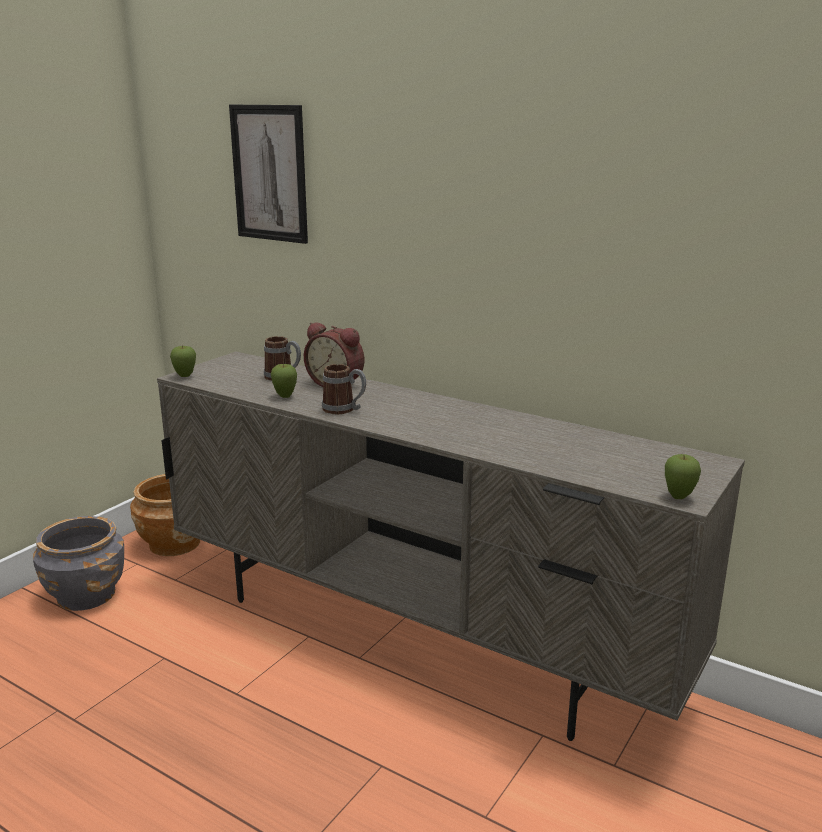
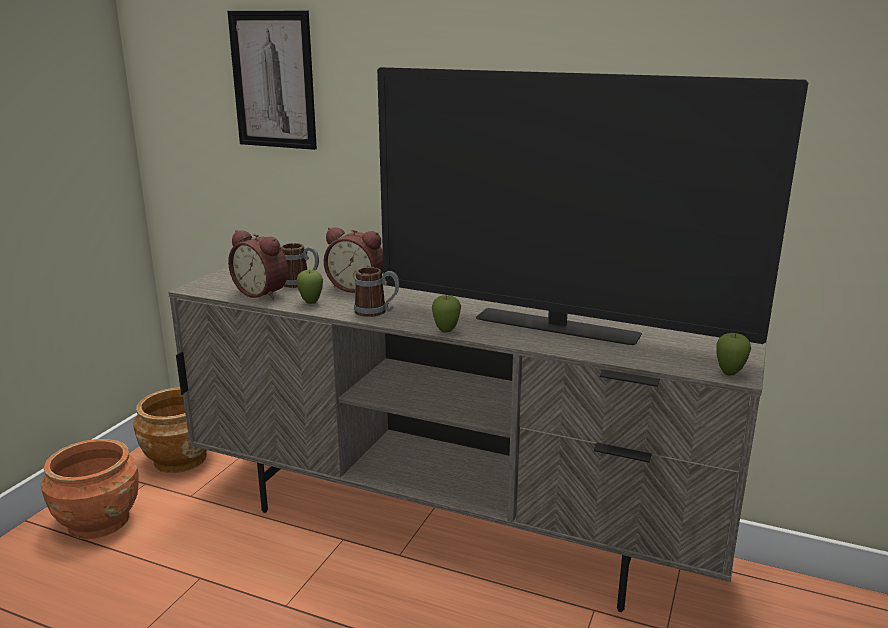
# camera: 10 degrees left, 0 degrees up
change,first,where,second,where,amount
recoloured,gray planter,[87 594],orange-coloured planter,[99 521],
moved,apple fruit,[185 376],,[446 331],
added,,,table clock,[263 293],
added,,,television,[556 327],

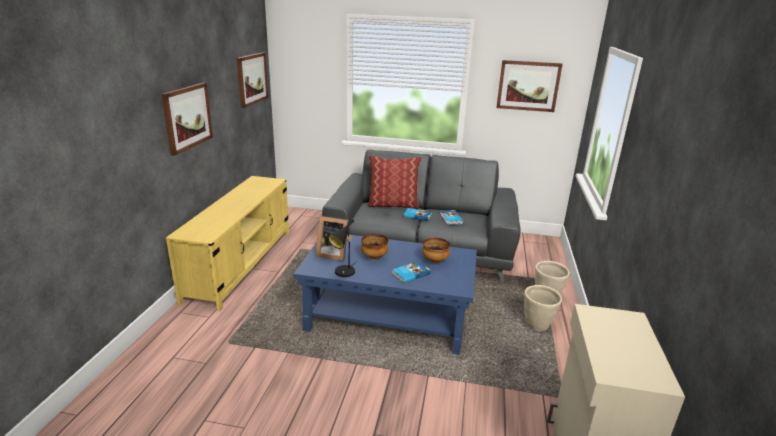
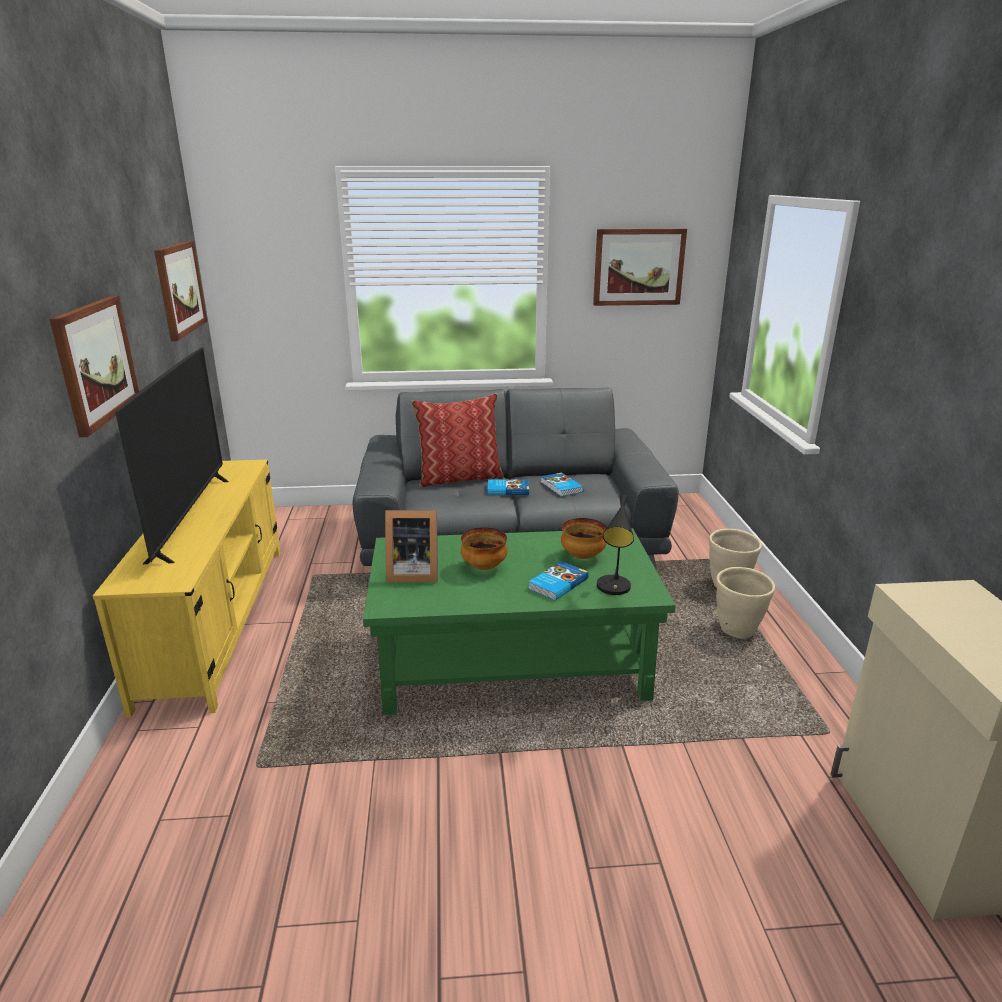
# camera: 15 degrees left, 0 degrees up
change,first,where,second,where,amount
recoloured,blue low table,[388 316],green-coloured low table,[513 660],
moved,black-coloured table lamp,[343 273],,[614 589],
added,,,television,[190 518],

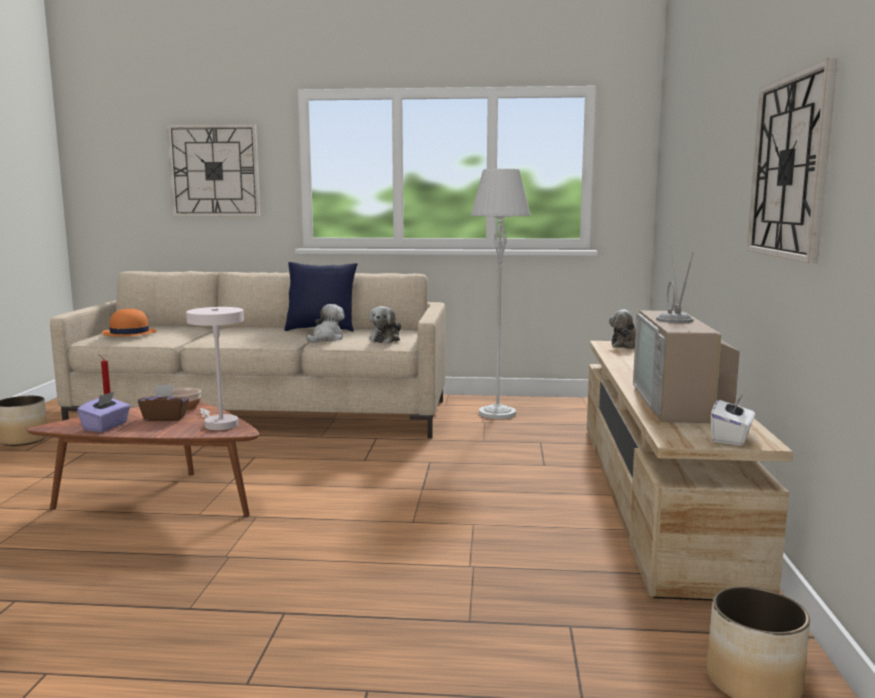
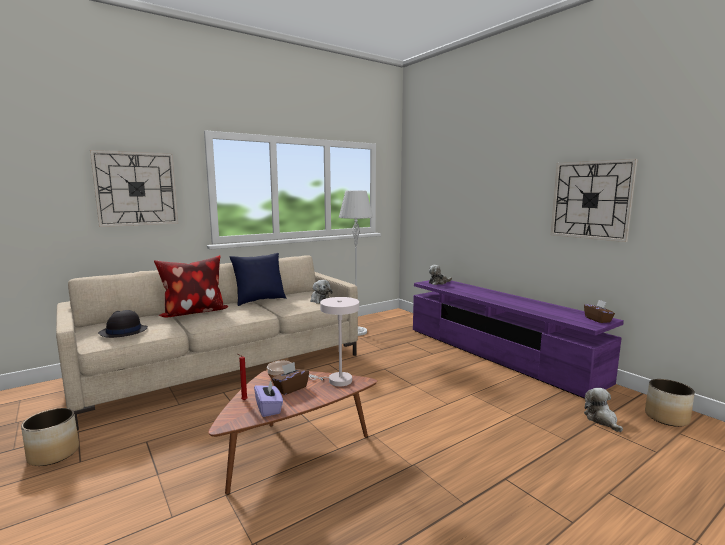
# camera: 40 degrees left, 0 degrees up
change,first,where,second,where,amount
recoloured,orange-coloured hat,[129 333],black-coloured hat,[123 331],
moved,cuddly toy,[326 339],,[601 420],
recoloured,sand-coloured tv unit,[655 494],purple tv unit,[497 354],
removed,television,[680 403],,,
recoloured,white-coloured tissue box,[731 438],brown-coloured tissue box,[598 320],
added,,,cushion,[193 313],

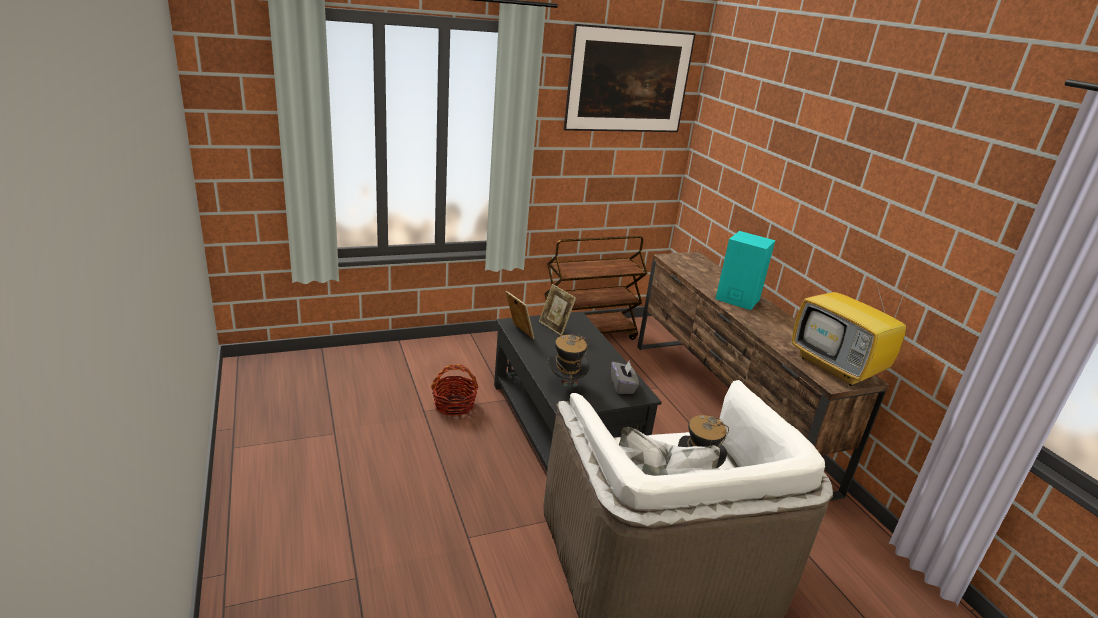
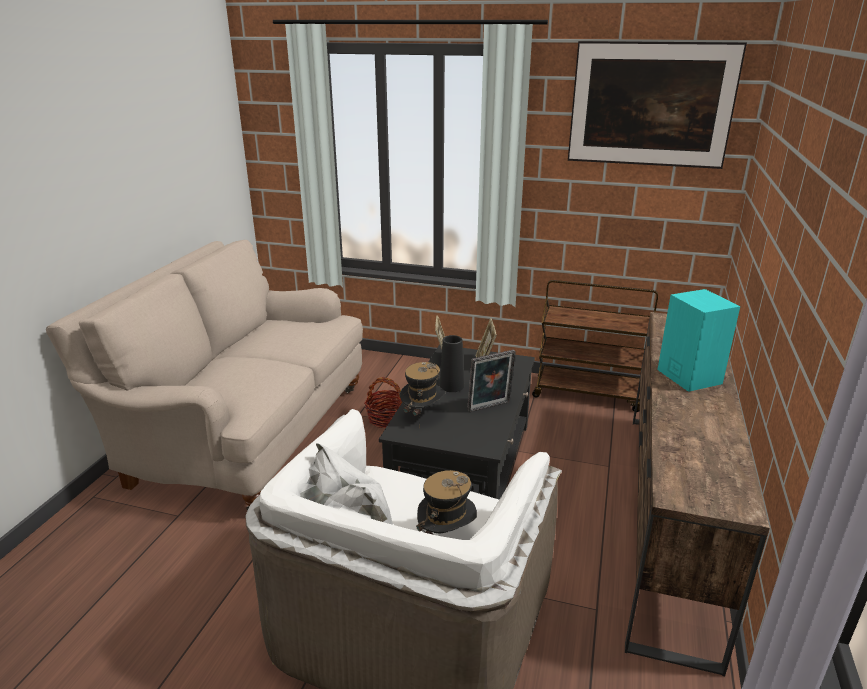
# camera: 40 degrees right, 0 degrees up
change,first,where,second,where,amount
removed,gray tissue box,[622 386],,,
removed,television,[838 368],,,
added,,,sand-coloured sofa,[245 433],
added,,,black-coloured decorative vase,[451 386],
added,,,picture frame,[490 407],

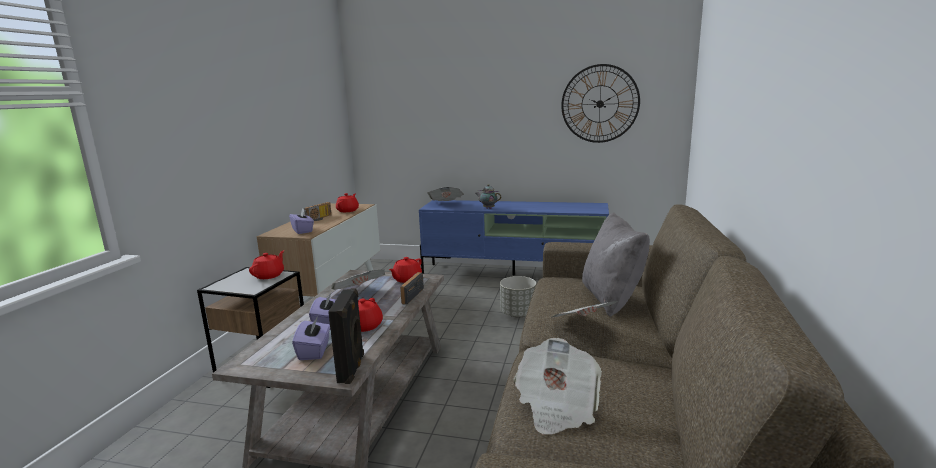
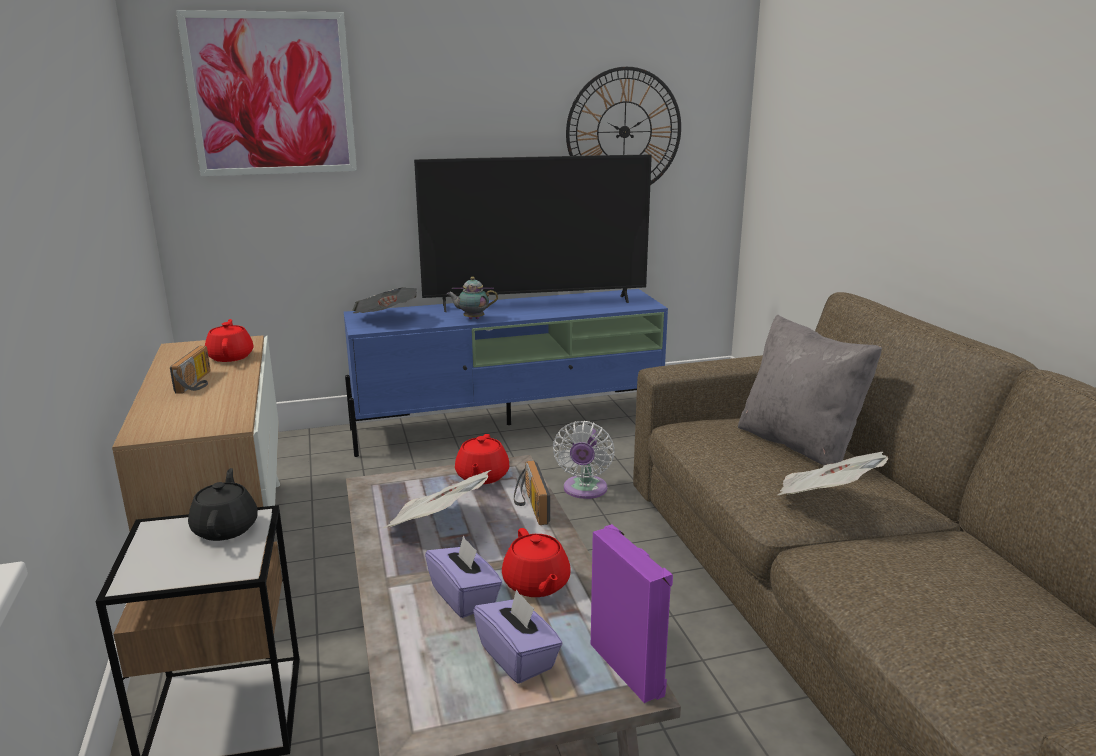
# camera: 30 degrees left, 5 degrees up
change,first,where,second,where,amount
recoloured,red-coloured tea pot,[269 275],black-coloured tea pot,[226 528],
removed,purple tissue box,[303 230],,,
recoloured,black-coloured speaker,[352 368],purple speaker,[629 668],
replaced,gray planter,[518 314],white-coloured fan,[584 490],
removed,newspaper,[556 406],,,
added,,,wall picture,[271 94],
added,,,television,[536 303],

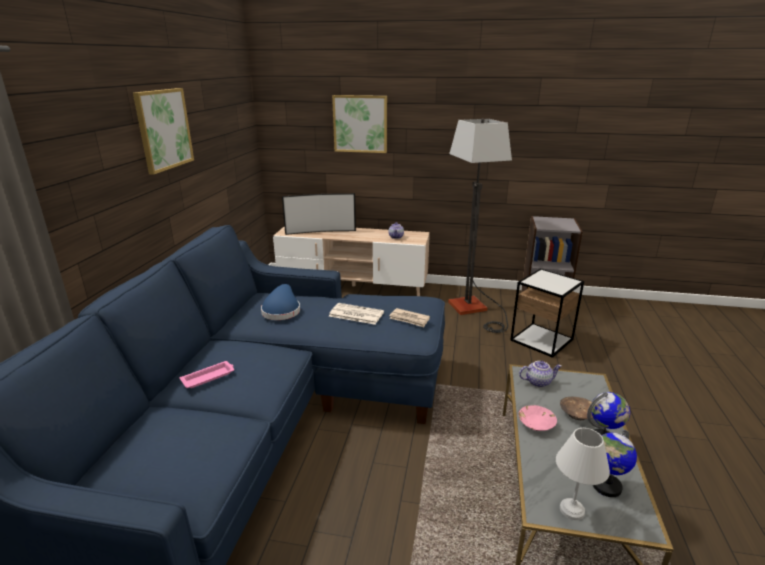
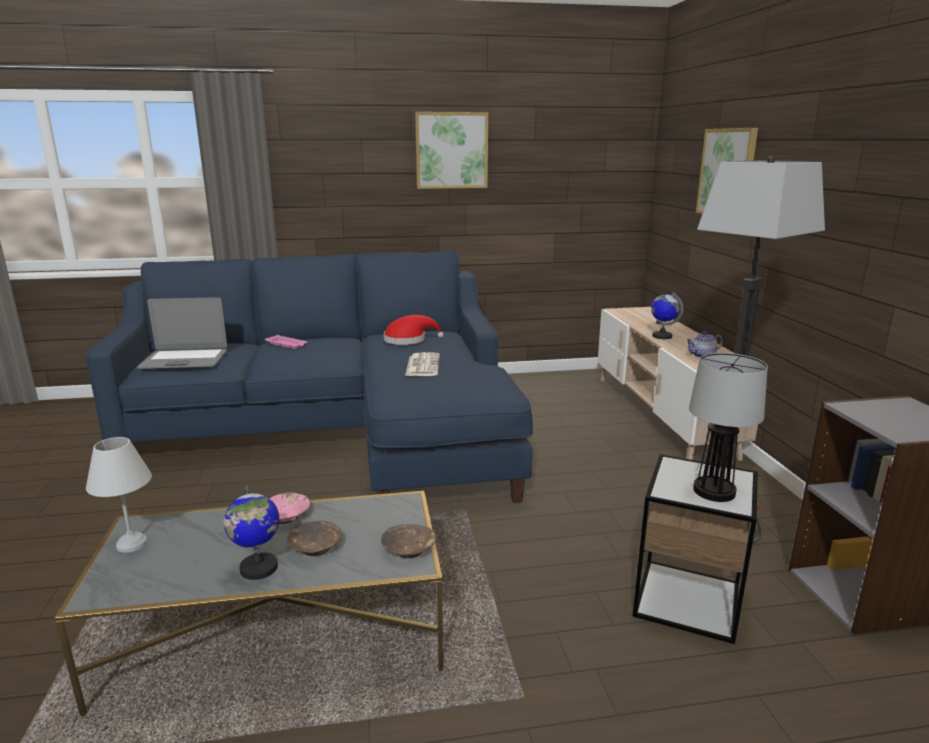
# camera: 70 degrees right, 5 degrees down
change,first,where,second,where,amount
recoloured,blue hat,[281 310],red-coloured hat,[408 340],
removed,television,[320 231],,,
removed,newspaper,[409 319],,,
removed,tea pot,[538 382],,,
moved,desk globe,[606 486],,[662 336],
added,,,portable computer,[184 360],
added,,,brown-coloured deep dish,[409 550],
added,,,table lamp,[713 492],

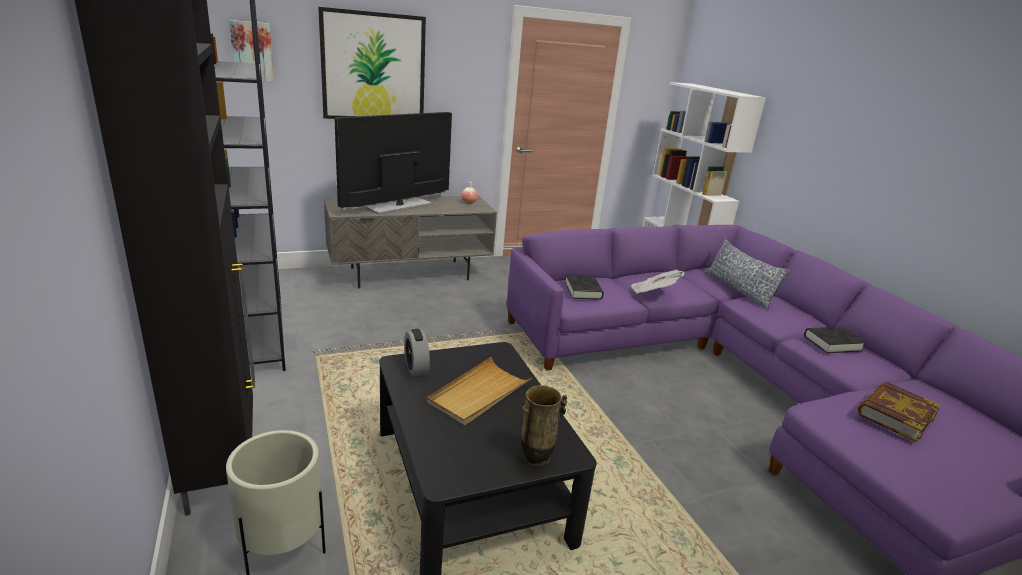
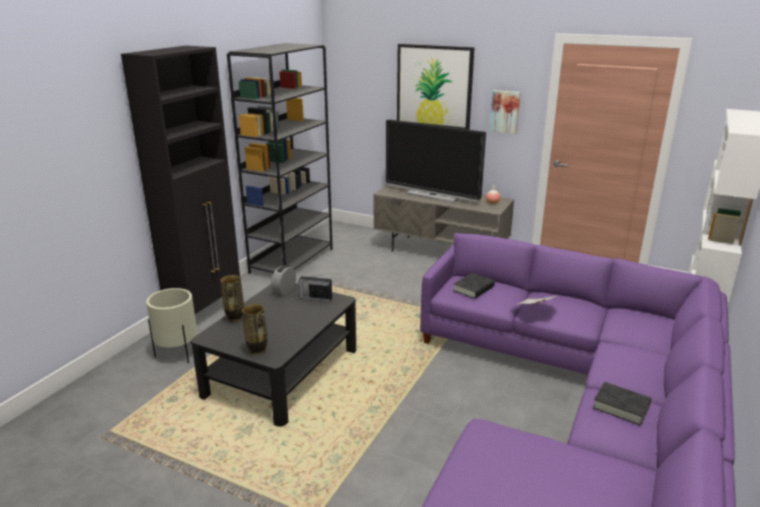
# camera: 50 degrees right, 0 degrees up
change,first,where,second,where,amount
moved,wall picture,[252 51],,[505 111],
turned,television,[399 206],,[432 195],150 degrees counterclockwise
removed,sand-coloured serving tray,[479 394],,,
removed,cushion,[738 290],,,
removed,book,[895 415],,,
added,,,decorative vase,[235 318],
added,,,radio receiver,[315 298],

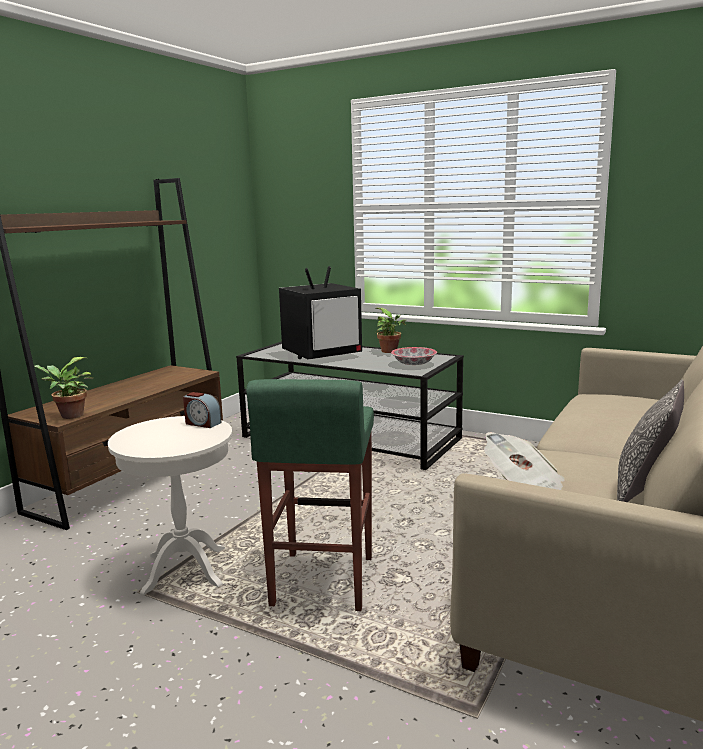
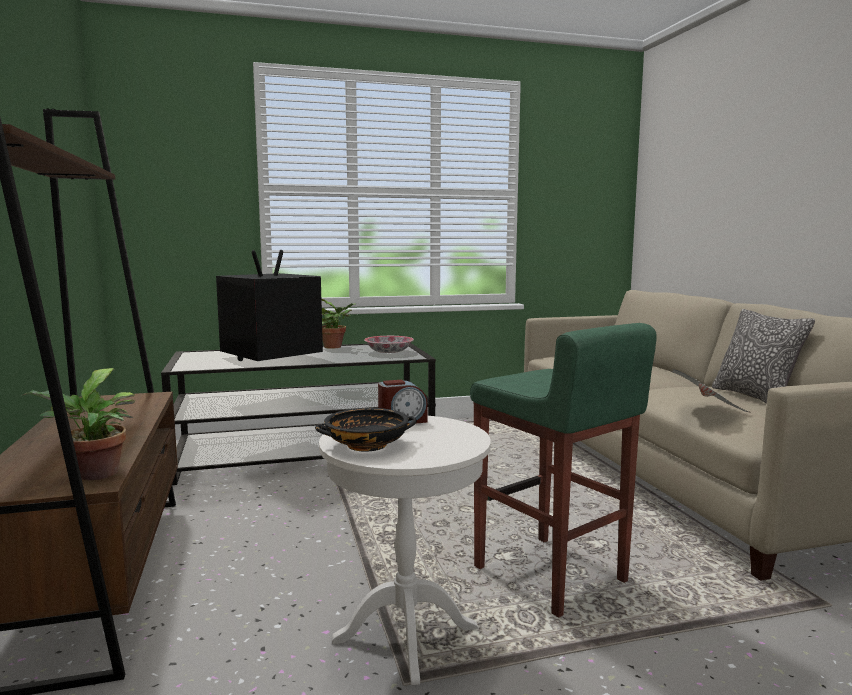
# camera: 45 degrees left, 5 degrees down
change,first,where,second,where,amount
turned,television,[322 354],,[270 358],150 degrees counterclockwise
added,,,black-coloured deep dish,[367 445],

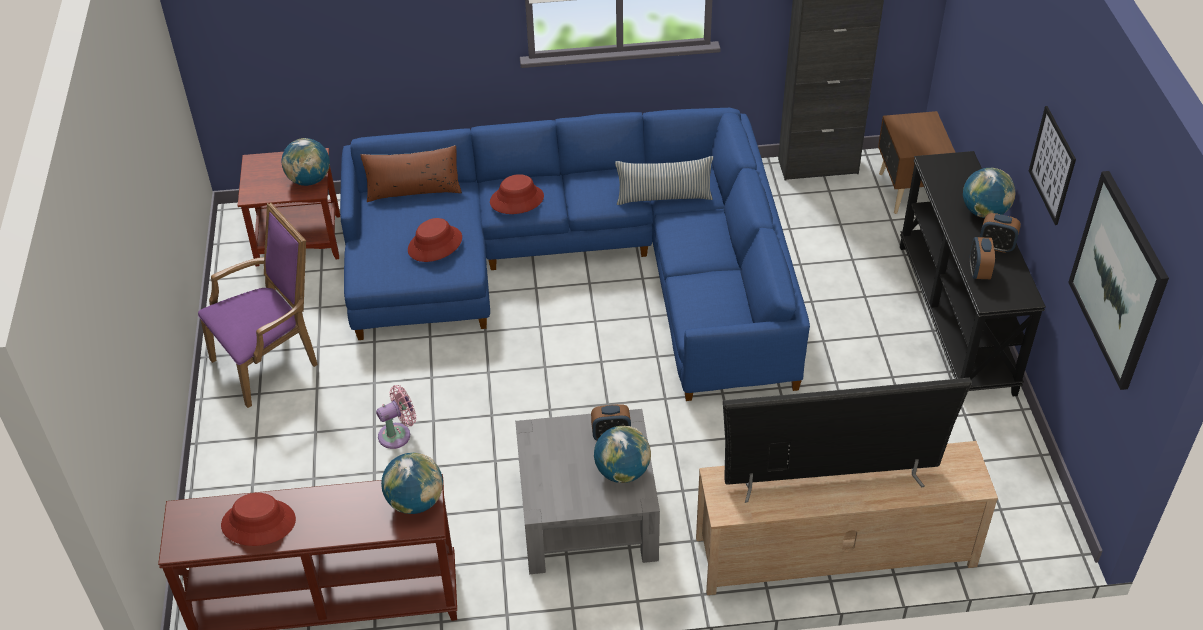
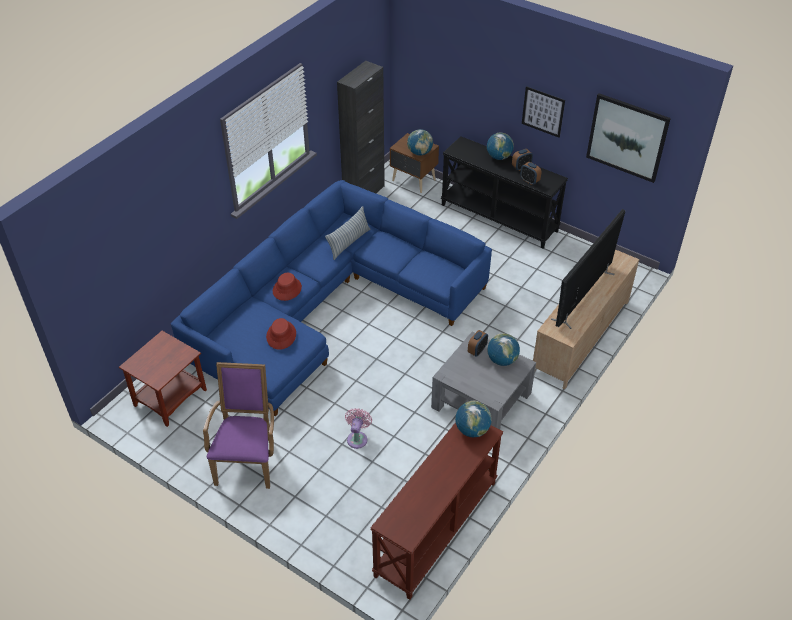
# camera: 50 degrees left, 0 degrees up
change,first,where,second,where,amount
removed,red-coloured hat,[258 522],,,
moved,desk globe,[309 180],,[420 153],
removed,brown-coloured cushion,[413 190],,,

